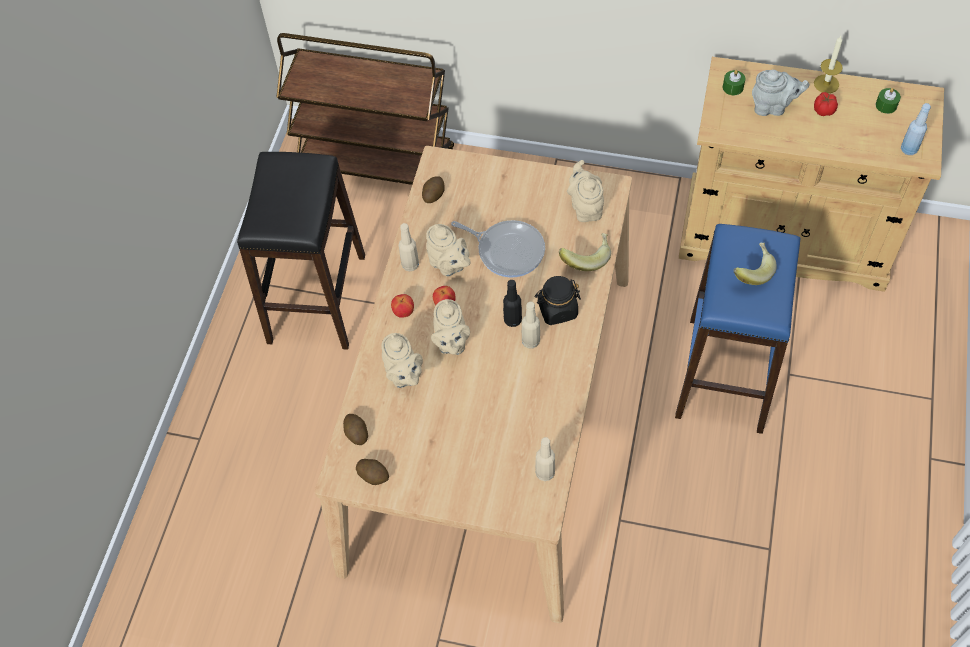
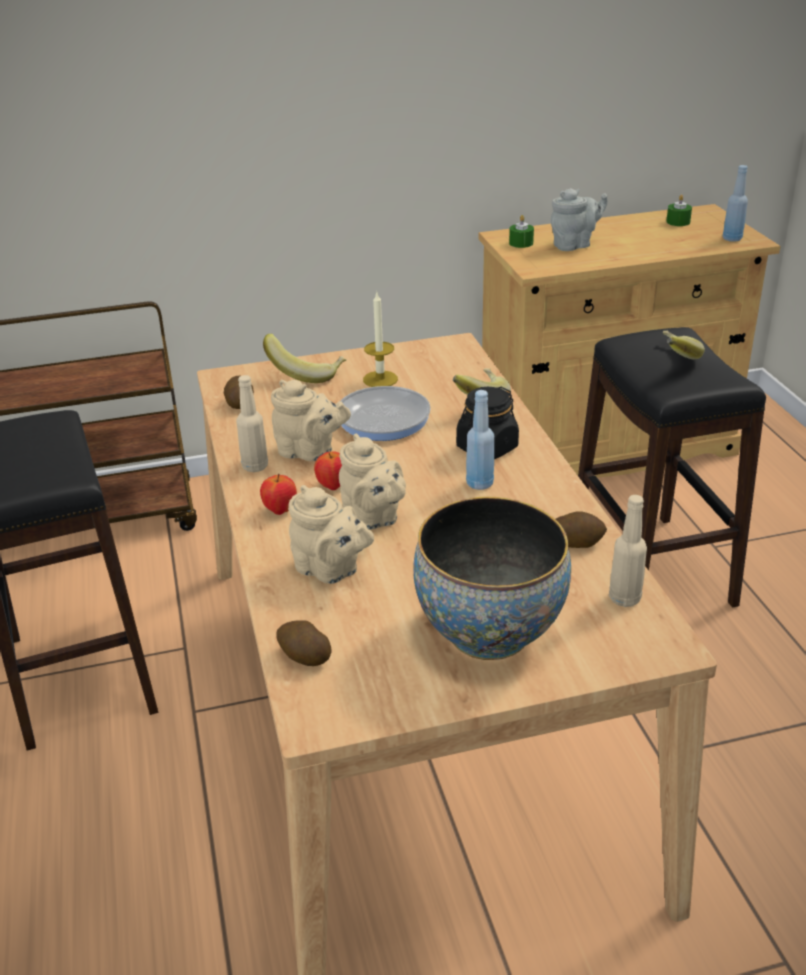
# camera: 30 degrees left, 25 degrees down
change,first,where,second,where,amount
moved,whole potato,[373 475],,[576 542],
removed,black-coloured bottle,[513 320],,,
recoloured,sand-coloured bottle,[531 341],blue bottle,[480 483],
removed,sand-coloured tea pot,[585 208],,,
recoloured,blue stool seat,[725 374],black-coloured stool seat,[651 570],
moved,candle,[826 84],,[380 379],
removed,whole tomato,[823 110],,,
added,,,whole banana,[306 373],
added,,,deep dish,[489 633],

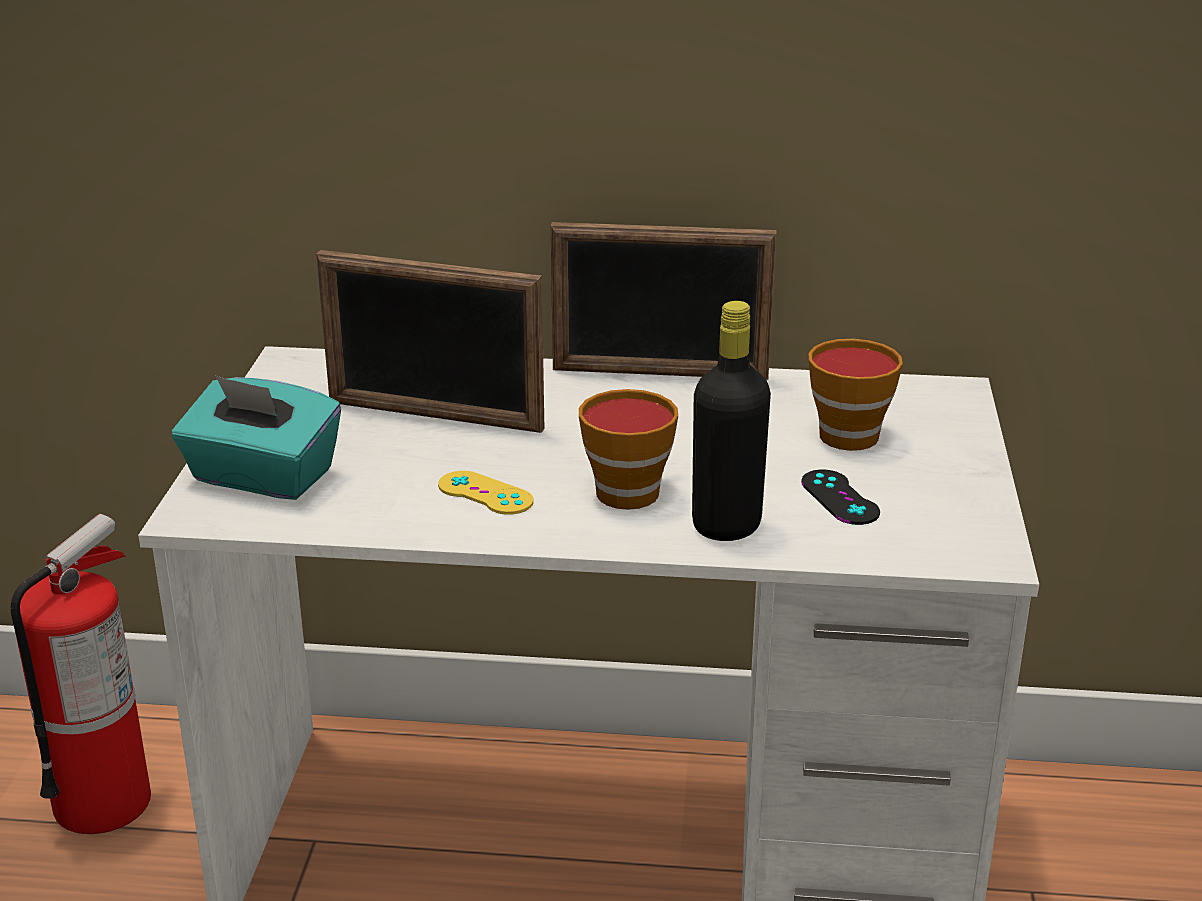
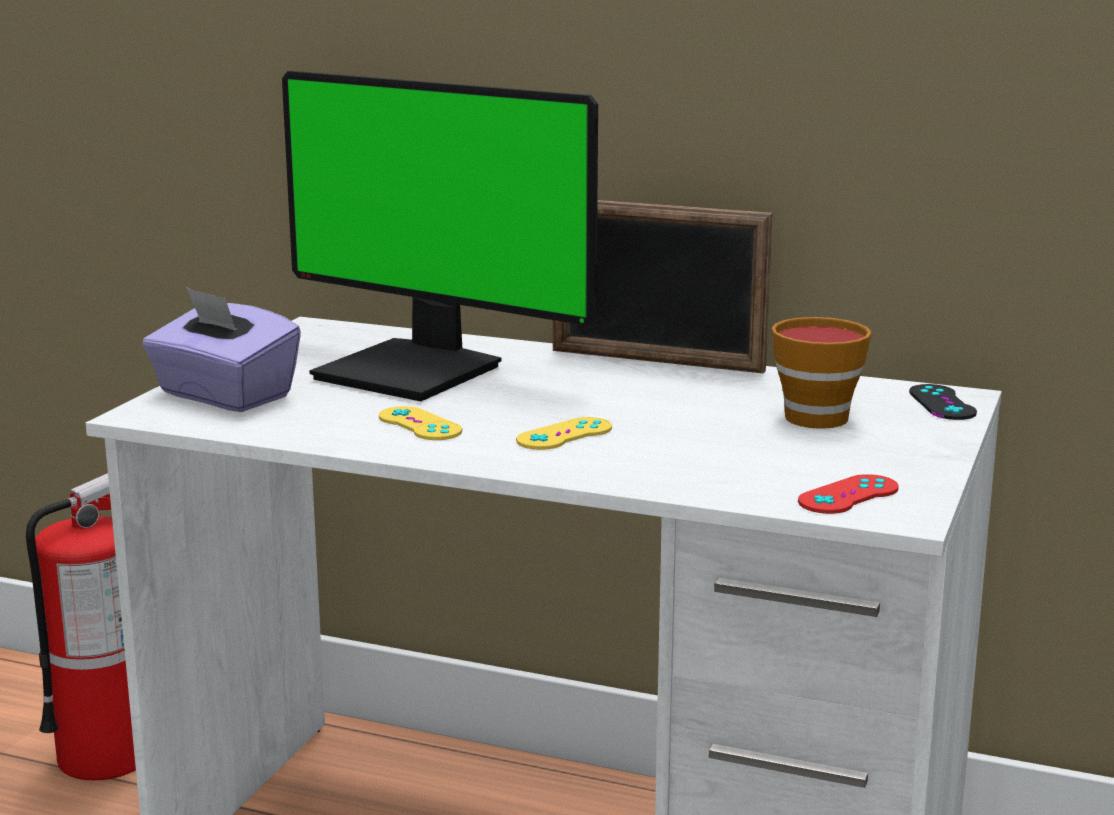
# camera: 15 degrees right, 10 degrees down
change,first,where,second,where,amount
recoloured,blue-green tissue box,[262 477],purple tissue box,[224 396],
replaced,picture frame,[434 416],computer display,[415 371],
replaced,drinking cup,[632 490],yellowish gamepad,[564 434],
removed,black-coloured bottle,[726 526],,,
moved,black-coloured gamepad,[840 498],,[942 403],
added,,,red-coloured gamepad,[848 495],

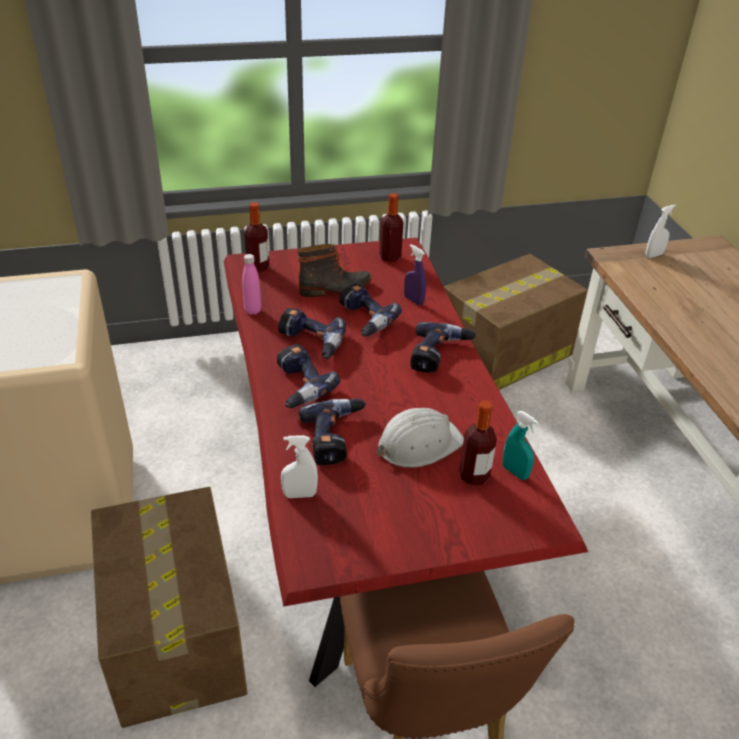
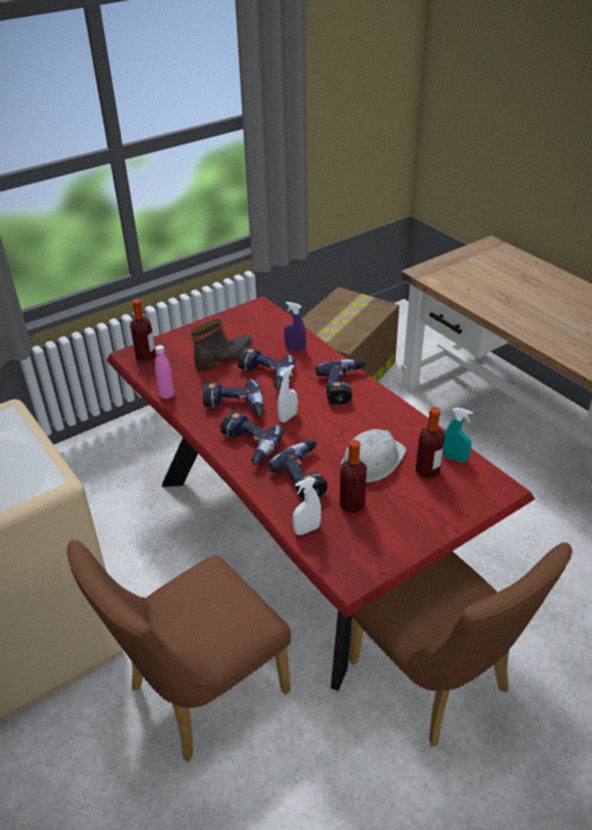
# camera: 20 degrees left, 0 degrees up
change,first,where,second,where,amount
replaced,carton,[174 633],brown-coloured chair,[198 695],
moved,bottle,[390 257],,[352 505],
moved,white-coloured spray bottle,[654 255],,[288 417],

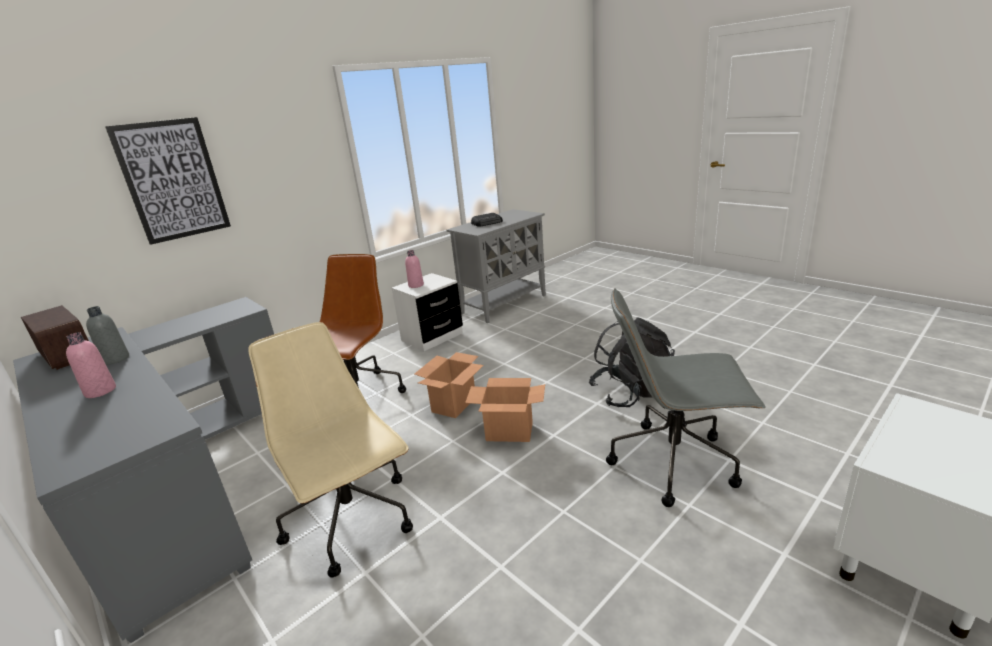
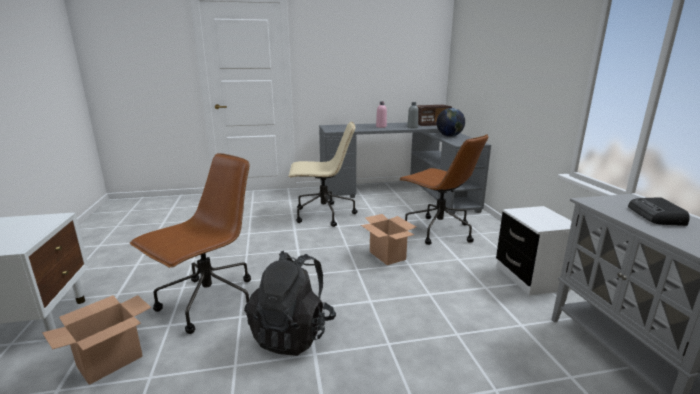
# camera: 120 degrees right, 5 degrees down
change,first,where,second,where,amount
removed,wall picture,[173 180],,,
removed,pinkish bottle,[416 285],,,
moved,carton,[509 432],,[110 361],
recoloured,gray computer chair,[675 461],brown-coloured computer chair,[208 303],
added,,,desk globe,[449 136],

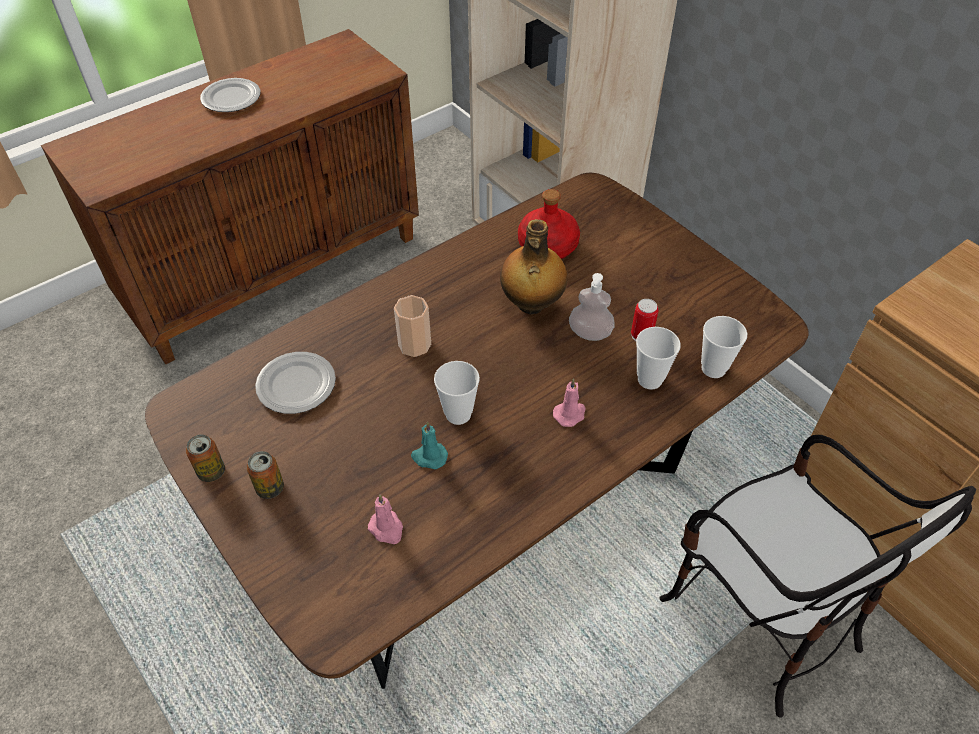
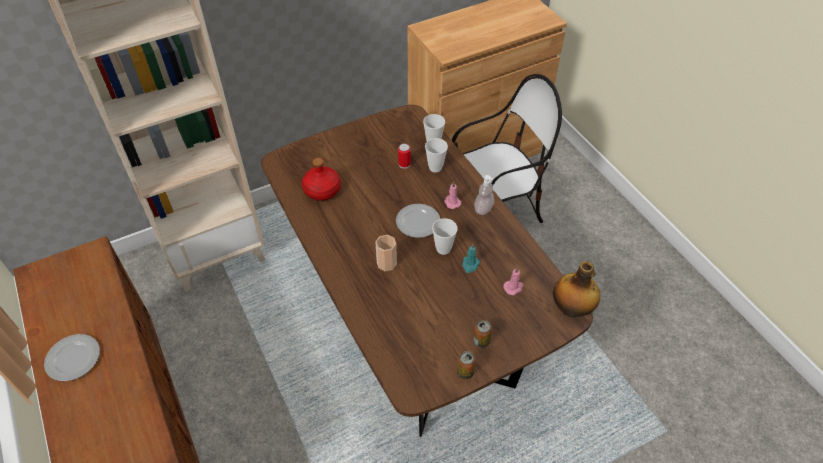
# camera: 80 degrees left, 0 degrees up
change,first,where,second,where,amount
moved,dinner plate,[296 385],,[417 222],
moved,bottle,[531 304],,[571 309],
moved,soap dispenser,[590 333],,[483 209],

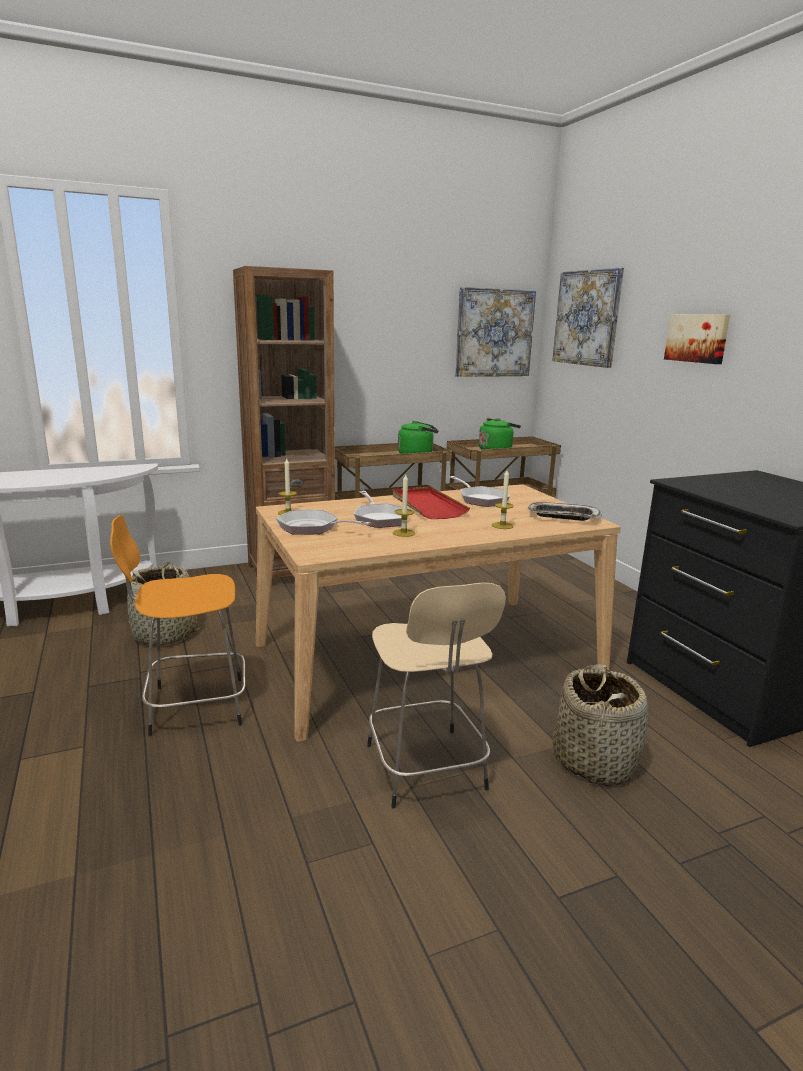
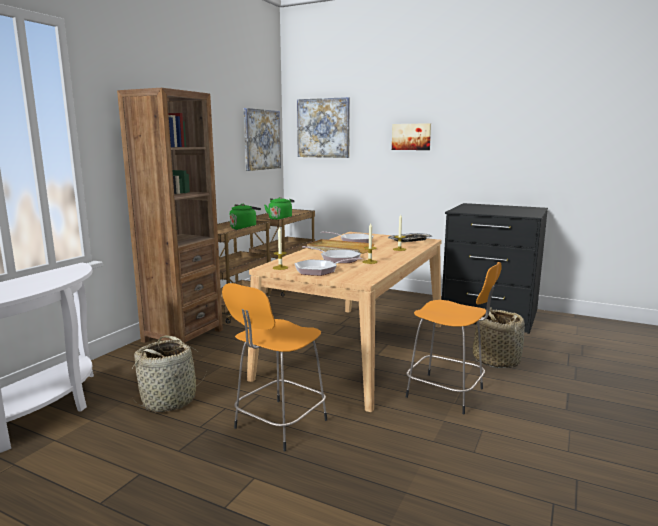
# camera: 40 degrees left, 5 degrees down
change,first,where,second,where,amount
recoloured,sand-coloured stool seat,[426 770],orange-coloured stool seat,[448 394],
recoloured,red-coloured serving tray,[427 506],sand-coloured serving tray,[339 249],

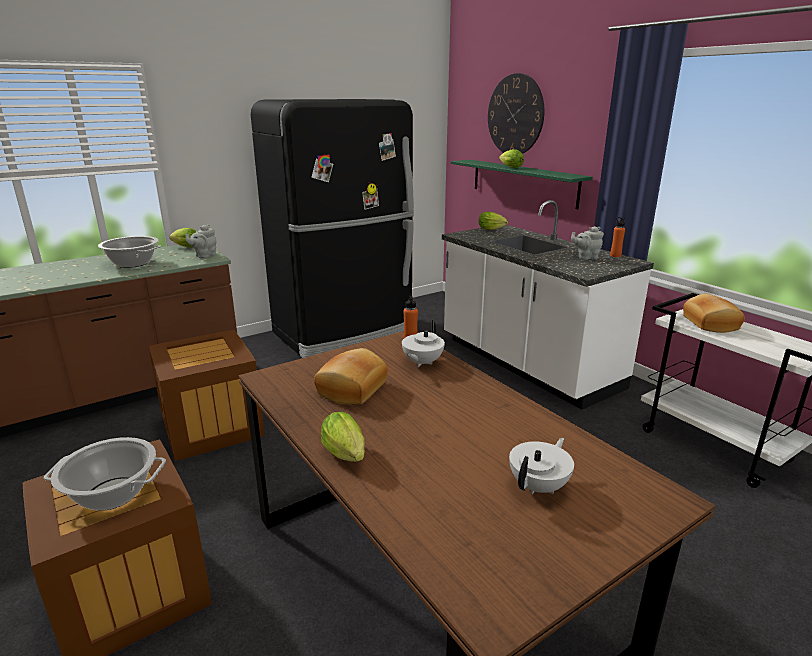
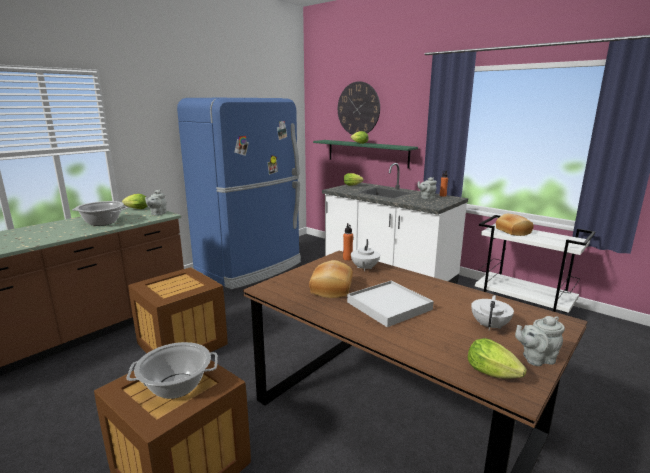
# camera: 15 degrees left, 5 degrees down
change,first,where,second,where,amount
recoloured,black-coloured kitchen fridge,[345 333],blue kitchen fridge,[251 268],
moved,lettuce,[346 456],,[495 375],
added,,,white-coloured serving tray,[389 305],
added,,,gray tea pot,[536 359],

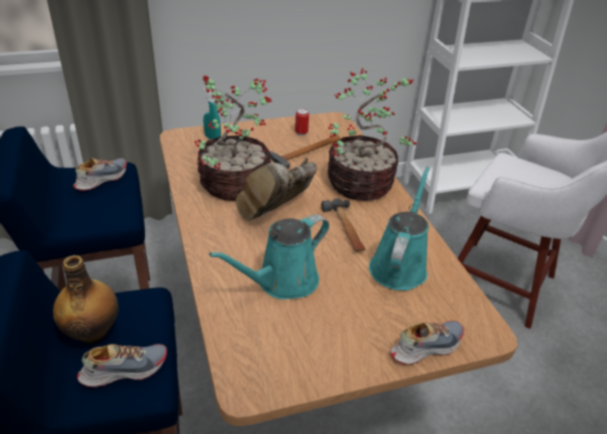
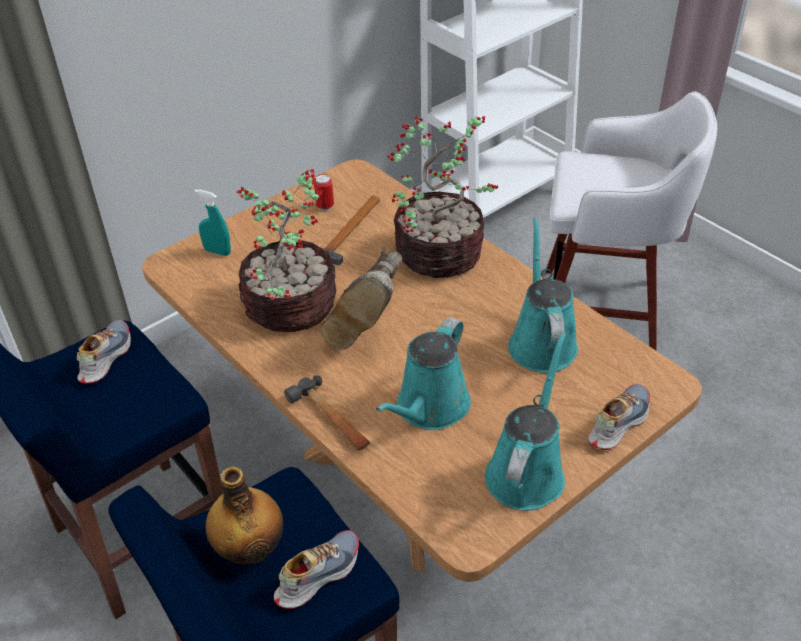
# camera: 20 degrees left, 5 degrees up
change,first,where,second,where,amount
moved,tool hammer,[345 229],,[330 419],
added,,,blue-green sprinkling can,[527 471],

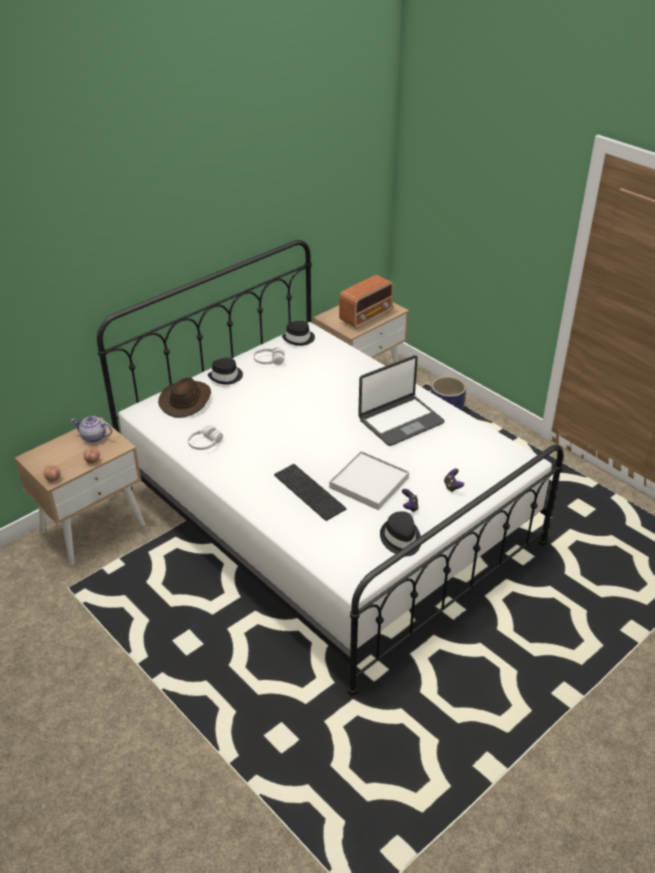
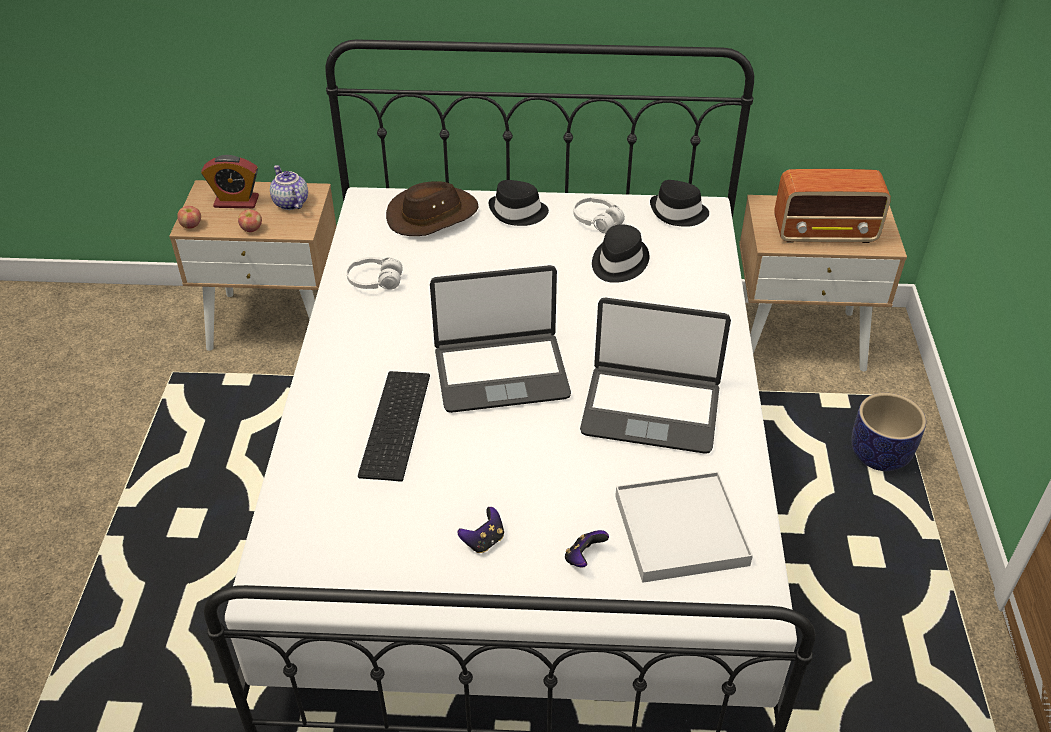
# camera: 45 degrees right, 5 degrees up
change,first,where,second,where,amount
moved,white-coloured serving tray,[369 483],,[680 530],
moved,black-coloured hat,[400 539],,[618 262],
added,,,table clock,[236 202],
added,,,portable computer,[501 372],

